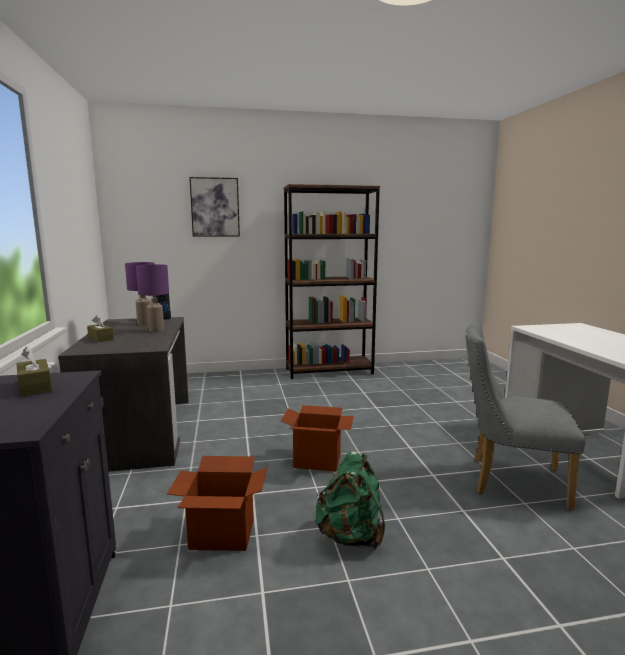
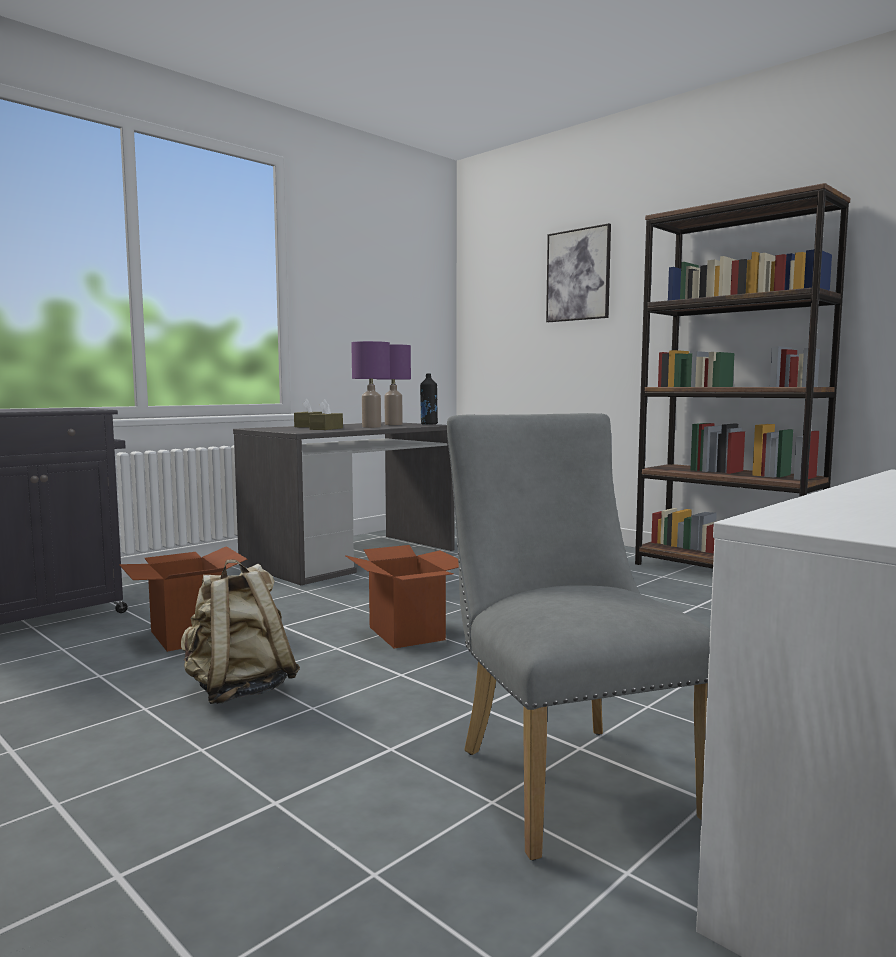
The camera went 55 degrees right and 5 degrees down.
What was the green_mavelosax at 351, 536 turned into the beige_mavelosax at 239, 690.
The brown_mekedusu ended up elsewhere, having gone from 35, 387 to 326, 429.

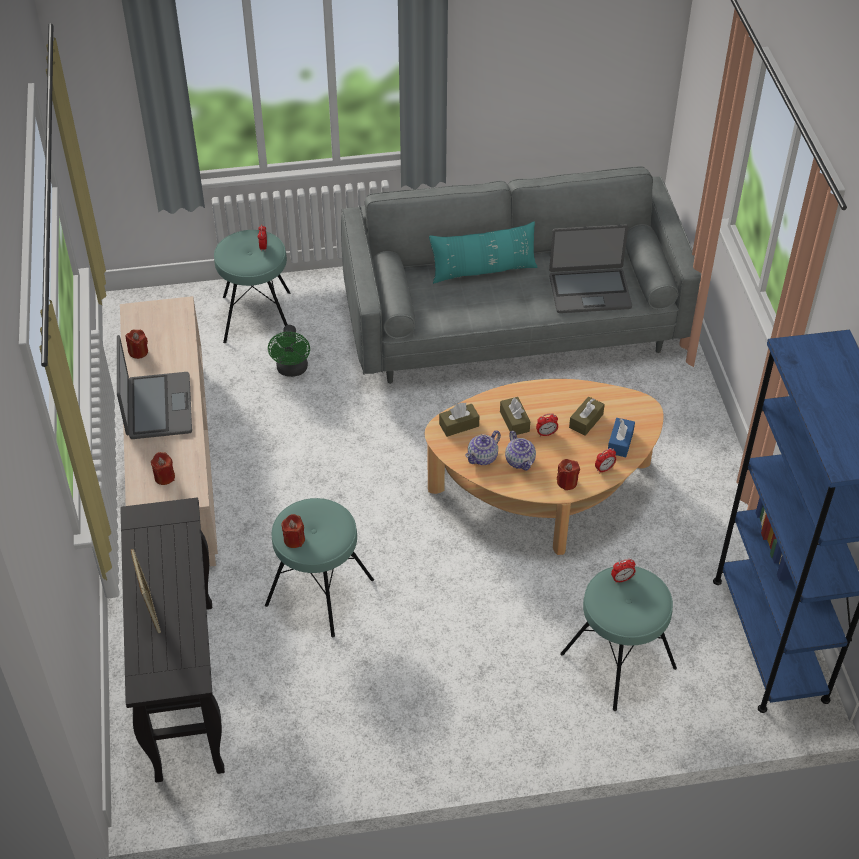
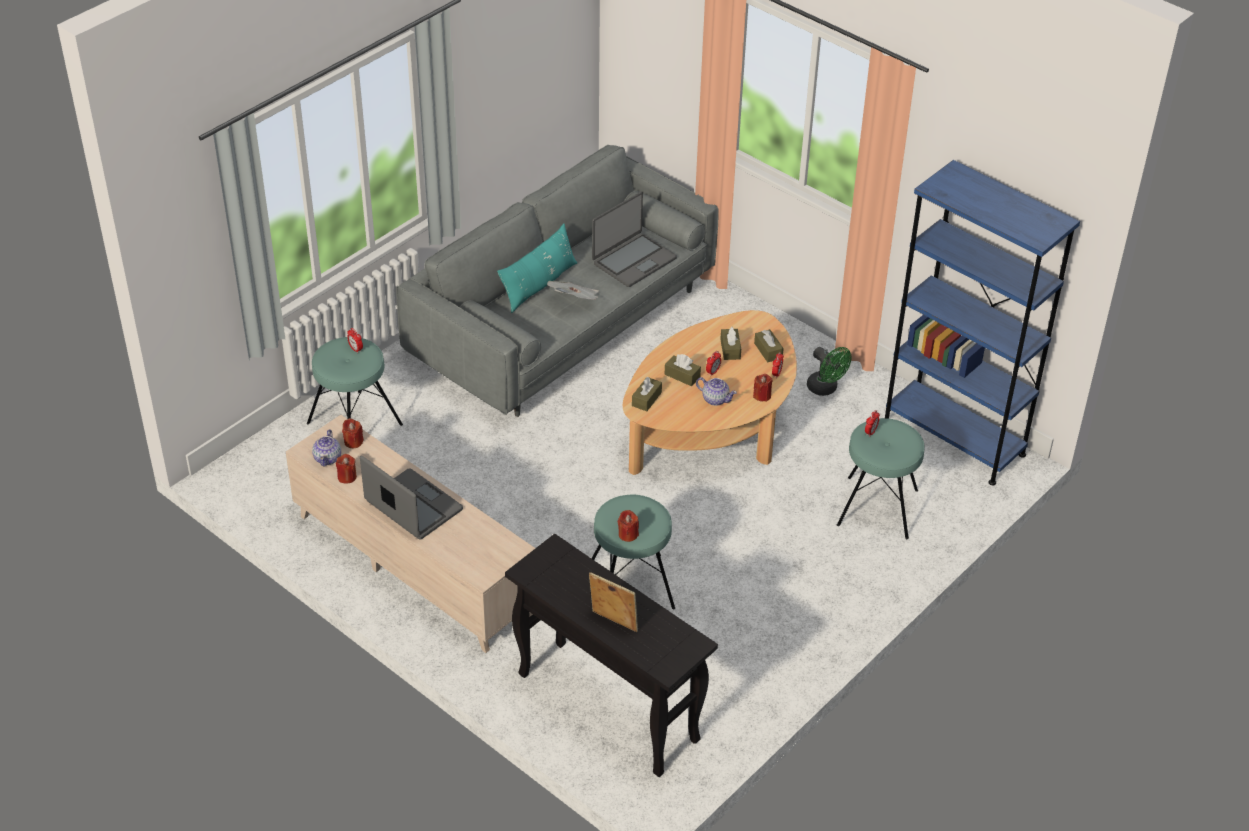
The camera went 40 degrees left and 5 degrees down.
The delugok ended up elsewhere, having gone from 483, 457 to 328, 458.
The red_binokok ended up elsewhere, having gone from 164, 477 to 353, 442.
The second view gained the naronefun at 575, 301.
What was the blue_mekedusu at 620, 442 turned into the brown_mekedusu at 768, 351.
The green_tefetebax ended up elsewhere, having gone from 292, 370 to 826, 389.

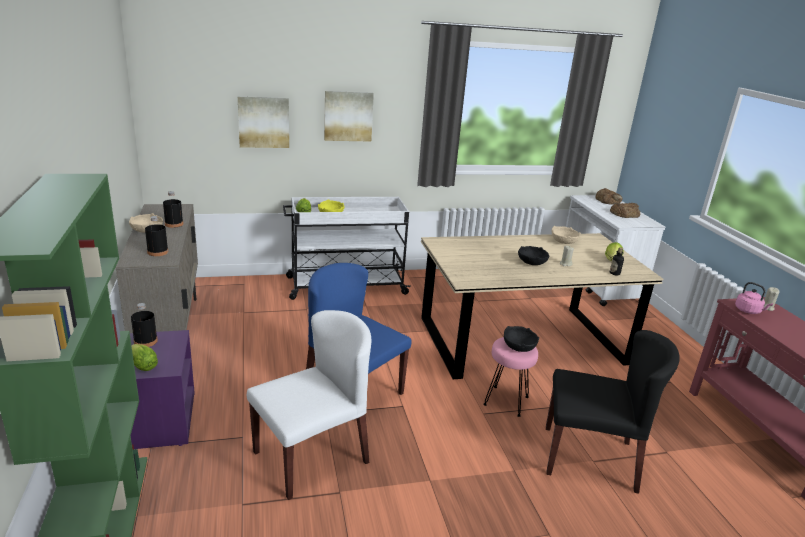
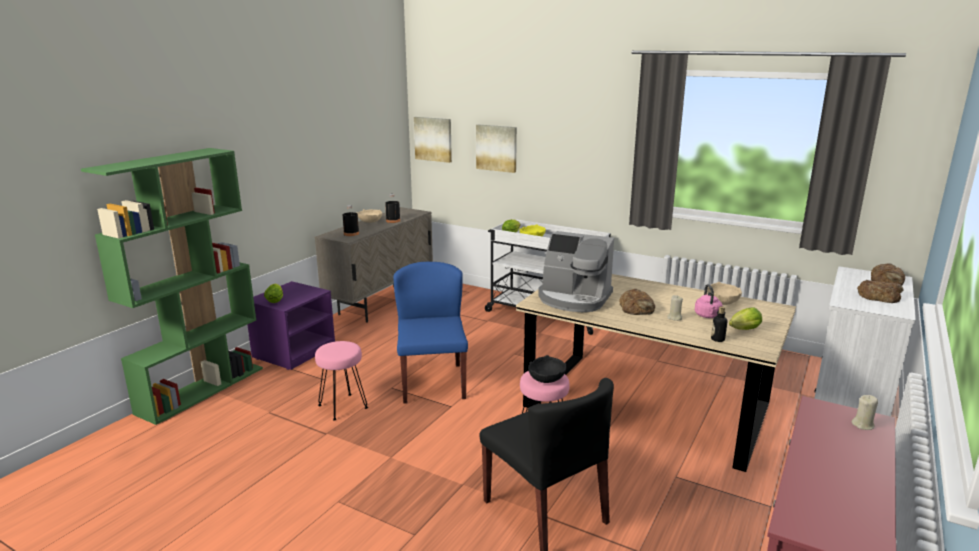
The camera went 45 degrees right and 5 degrees down.
Where the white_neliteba stood at 311, 456, the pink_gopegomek came to stand at 343, 407.
The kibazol ended up elsewhere, having gone from 348, 116 to 433, 139.
The second view gained the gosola at 574, 299.
Where the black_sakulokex stood at 532, 263, the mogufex came to stand at 637, 308.
The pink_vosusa ended up elsewhere, having gone from 749, 311 to 707, 316.
The second view lost the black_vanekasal at 145, 341.

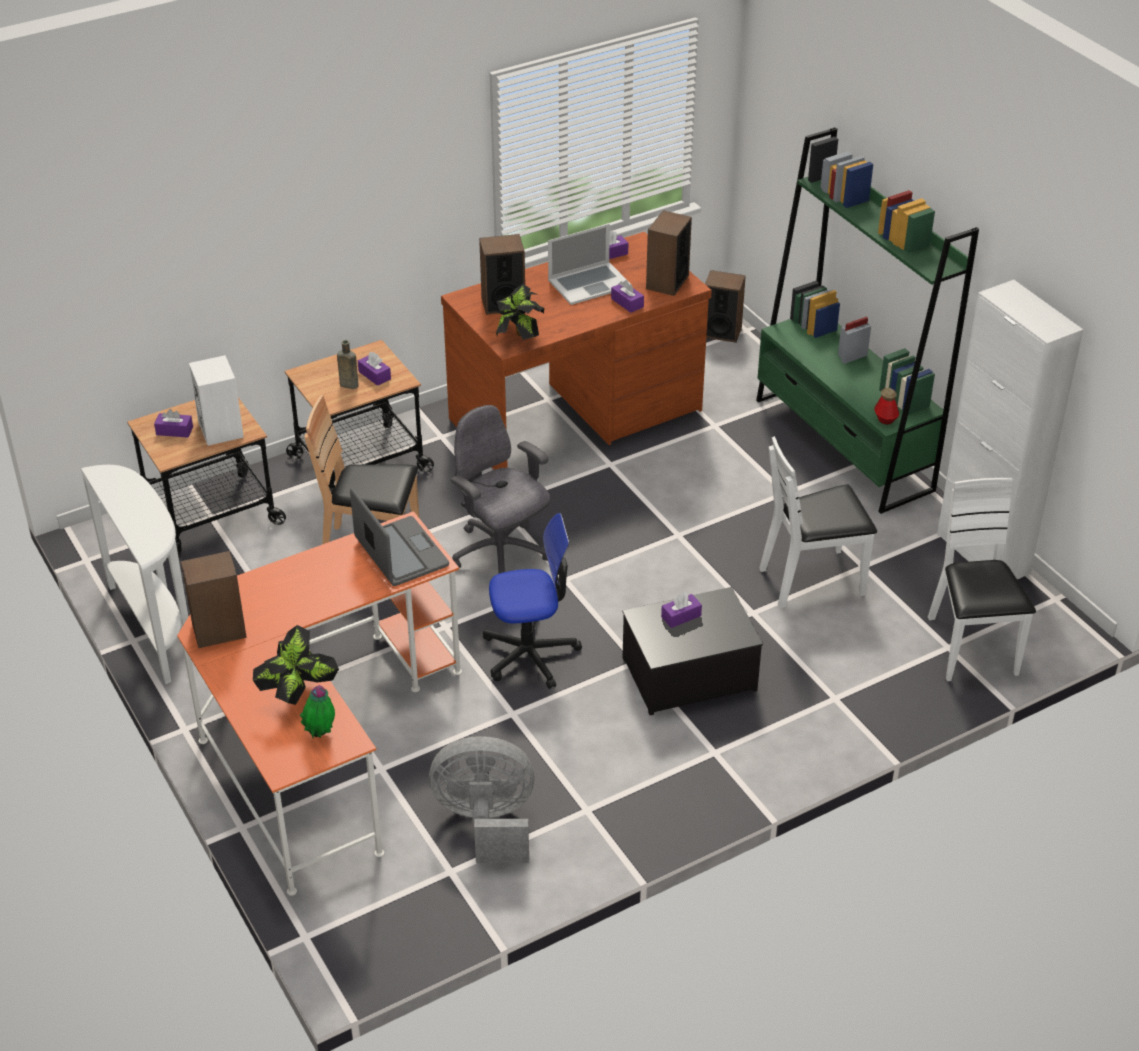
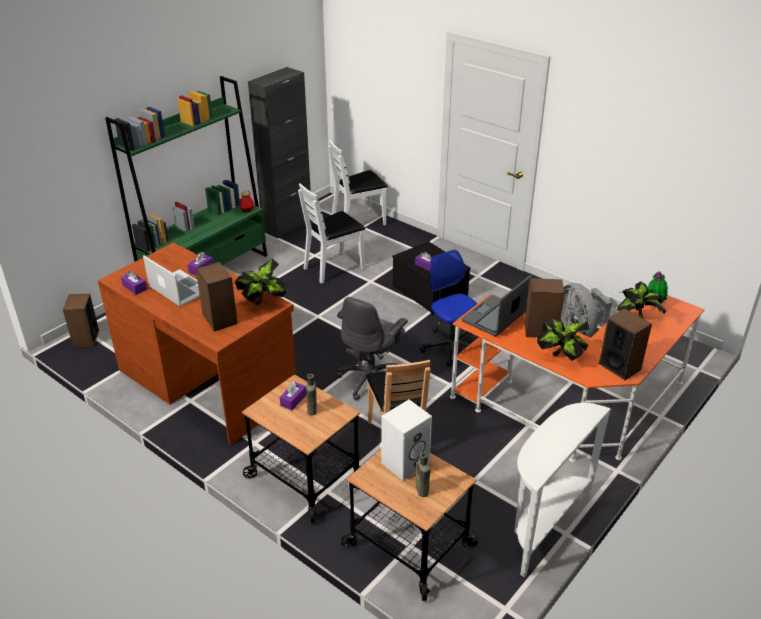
The camera went 110 degrees left and 5 degrees down.
What was the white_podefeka at 982, 554 turned into the black_podefeka at 287, 225.
The white_neliteba at 812, 580 ended up facing another way, 90 degrees clockwise from before.
Where the purple_mekedusu stood at 174, 431, the brown_vanekasal came to stand at 422, 491.
The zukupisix ended up elsewhere, having gone from 667, 282 to 540, 330.
The second view gained the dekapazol at 560, 357.

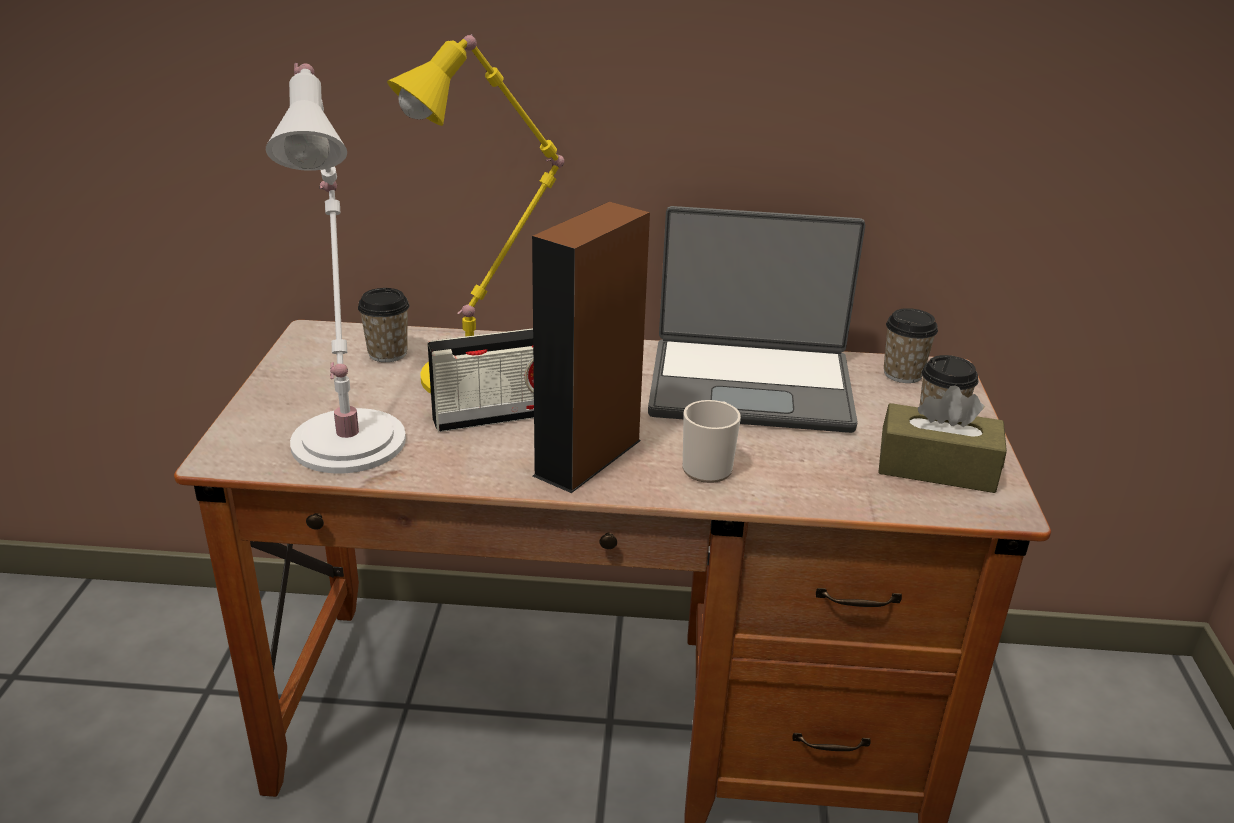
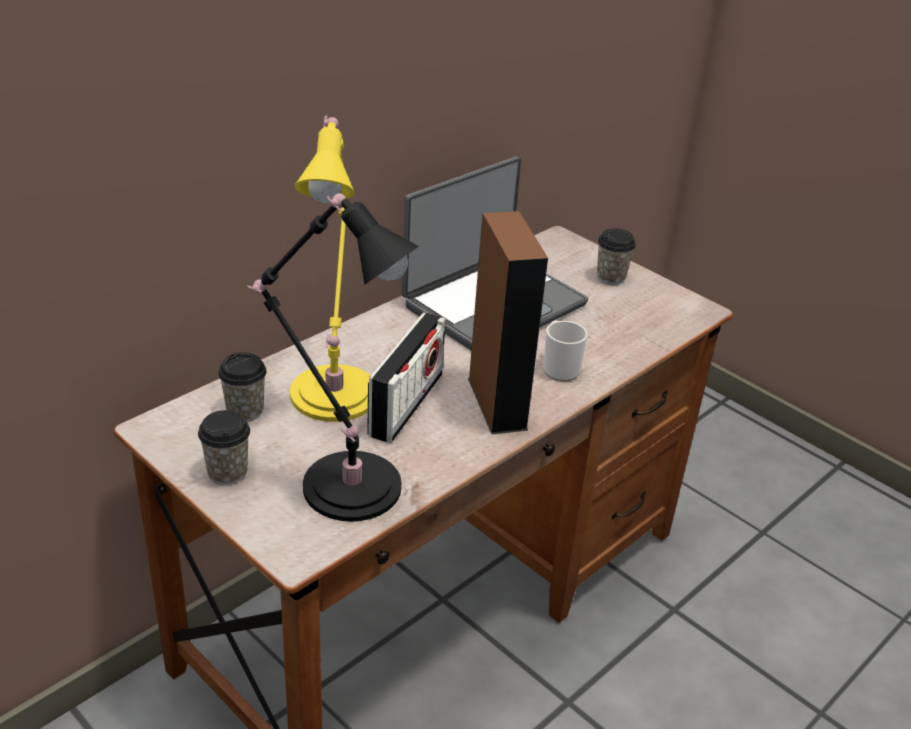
The camera went 50 degrees left and 5 degrees up.
The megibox ended up elsewhere, having gone from 902, 374 to 227, 472.
What was the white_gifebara at 350, 436 turned into the black_gifebara at 345, 483.
The second view lost the brown_mekedusu at 936, 467.

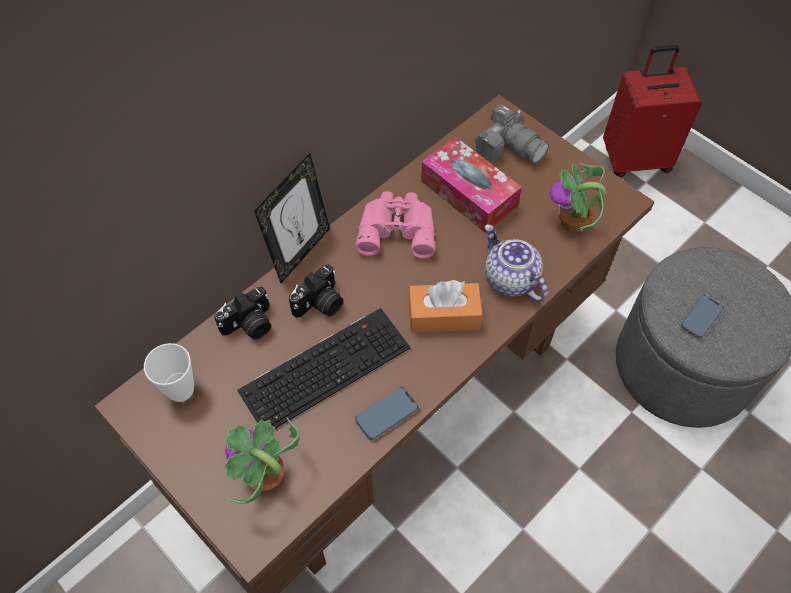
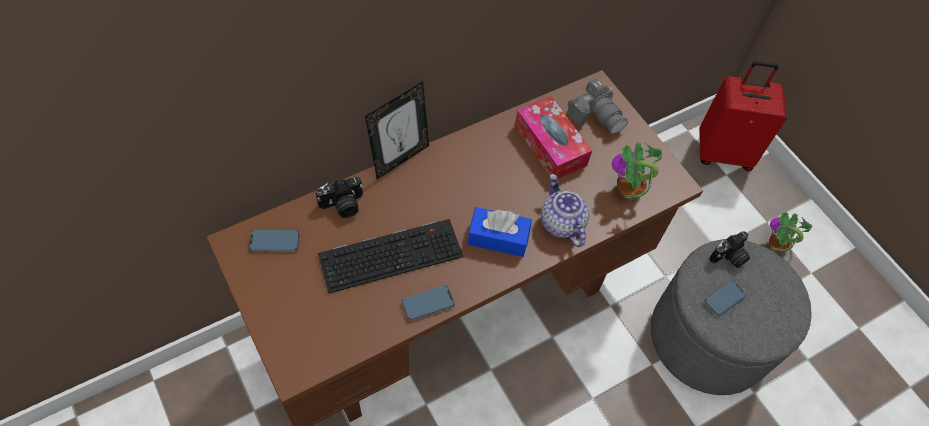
The camera went 10 degrees right and 0 degrees up.
Where the megibox stood at 181, 390, the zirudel came to stand at 275, 242.
What was the orange_mekedusu at 443, 315 turned into the blue_mekedusu at 498, 238.
The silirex ended up elsewhere, having gone from 320, 304 to 729, 257.
The dekapazol ended up elsewhere, having gone from 266, 478 to 776, 247.
The second view lost the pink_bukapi at 396, 228.

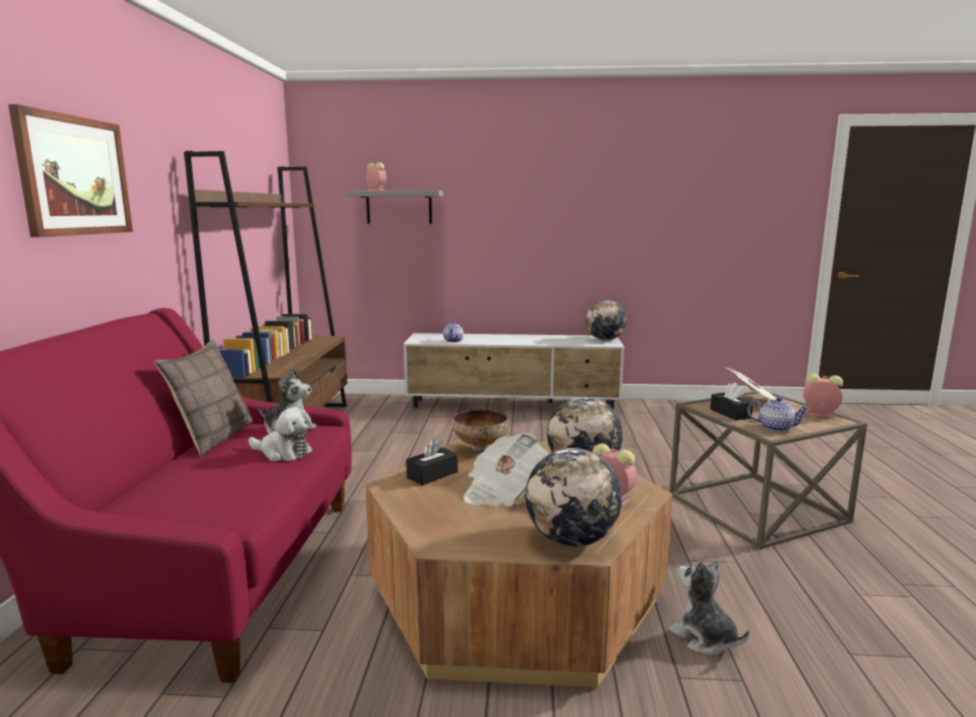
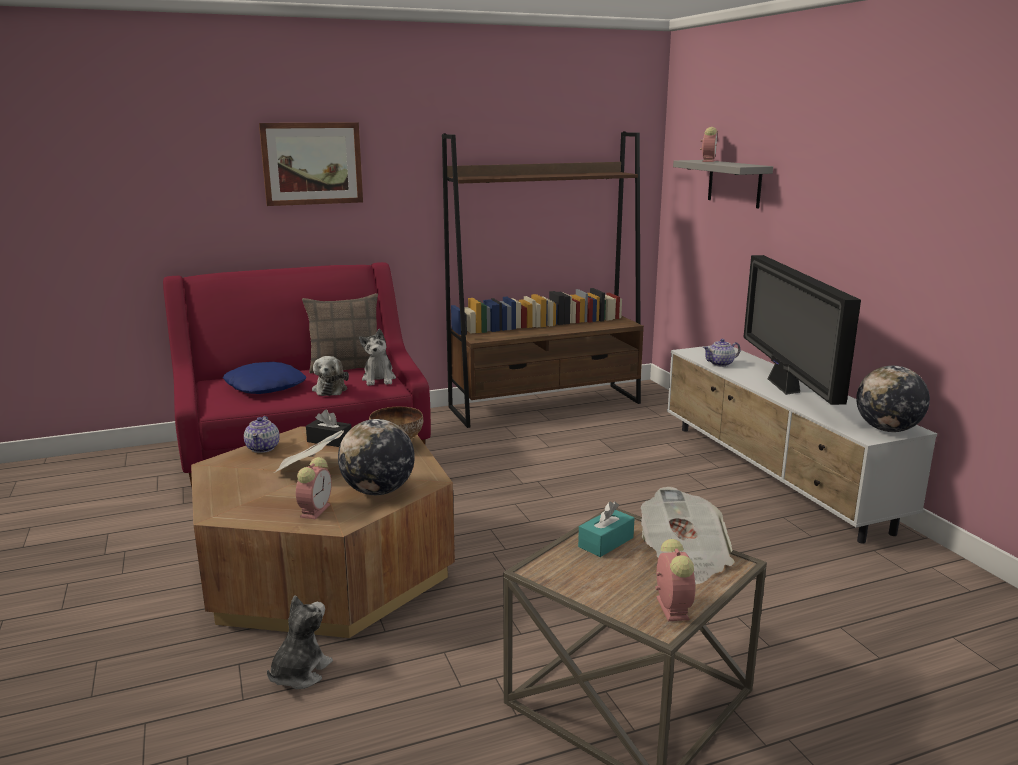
The camera went 65 degrees right and 5 degrees up.
The second view gained the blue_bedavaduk at 265, 386.
The delugok ended up elsewhere, having gone from 775, 427 to 263, 448.
What was the black_mekedusu at 730, 413 turned into the turquoise_mekedusu at 606, 542.
The second view gained the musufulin at 784, 387.
The second view lost the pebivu at 572, 540.

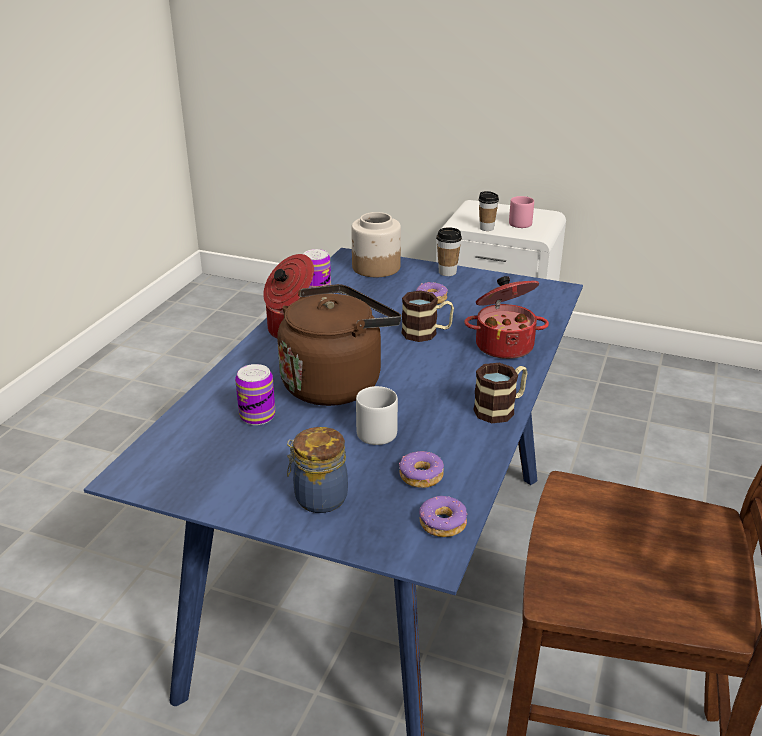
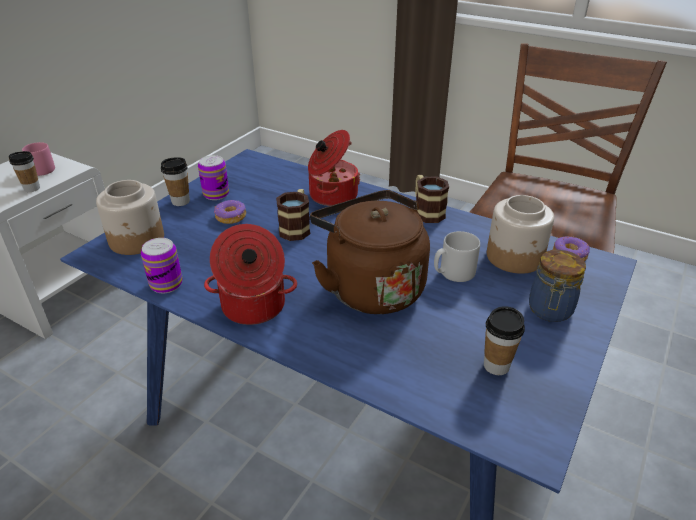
The camera went 80 degrees left and 5 degrees up.
The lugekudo ended up elsewhere, having gone from 257, 416 to 216, 194.
The second view gained the megibox at 496, 366.
Where the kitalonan stood at 421, 476, the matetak came to stand at 515, 257.

